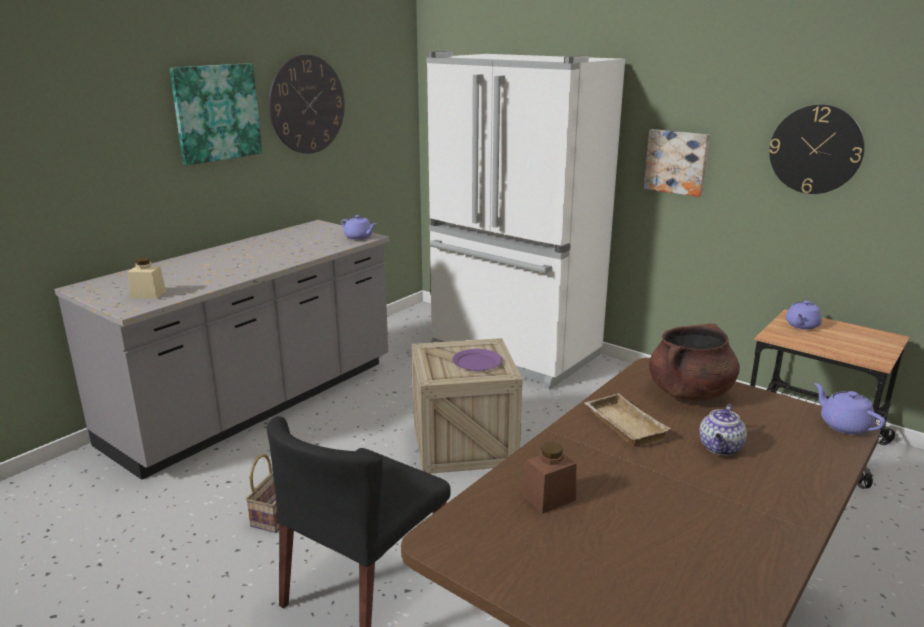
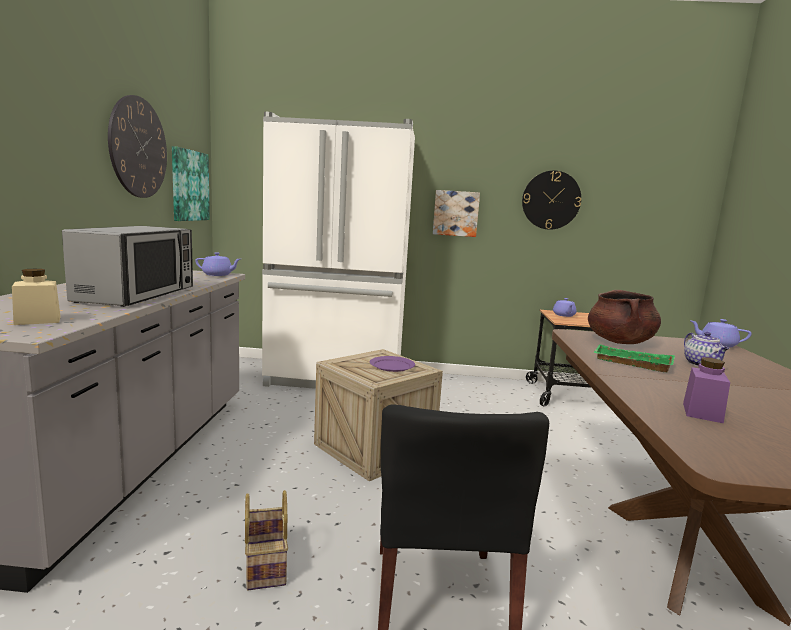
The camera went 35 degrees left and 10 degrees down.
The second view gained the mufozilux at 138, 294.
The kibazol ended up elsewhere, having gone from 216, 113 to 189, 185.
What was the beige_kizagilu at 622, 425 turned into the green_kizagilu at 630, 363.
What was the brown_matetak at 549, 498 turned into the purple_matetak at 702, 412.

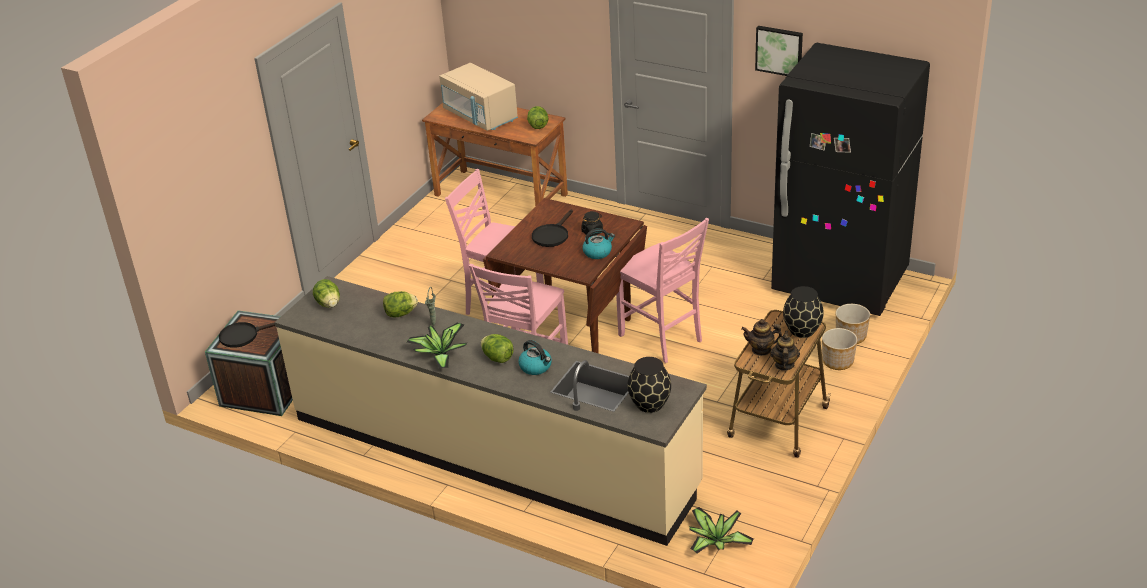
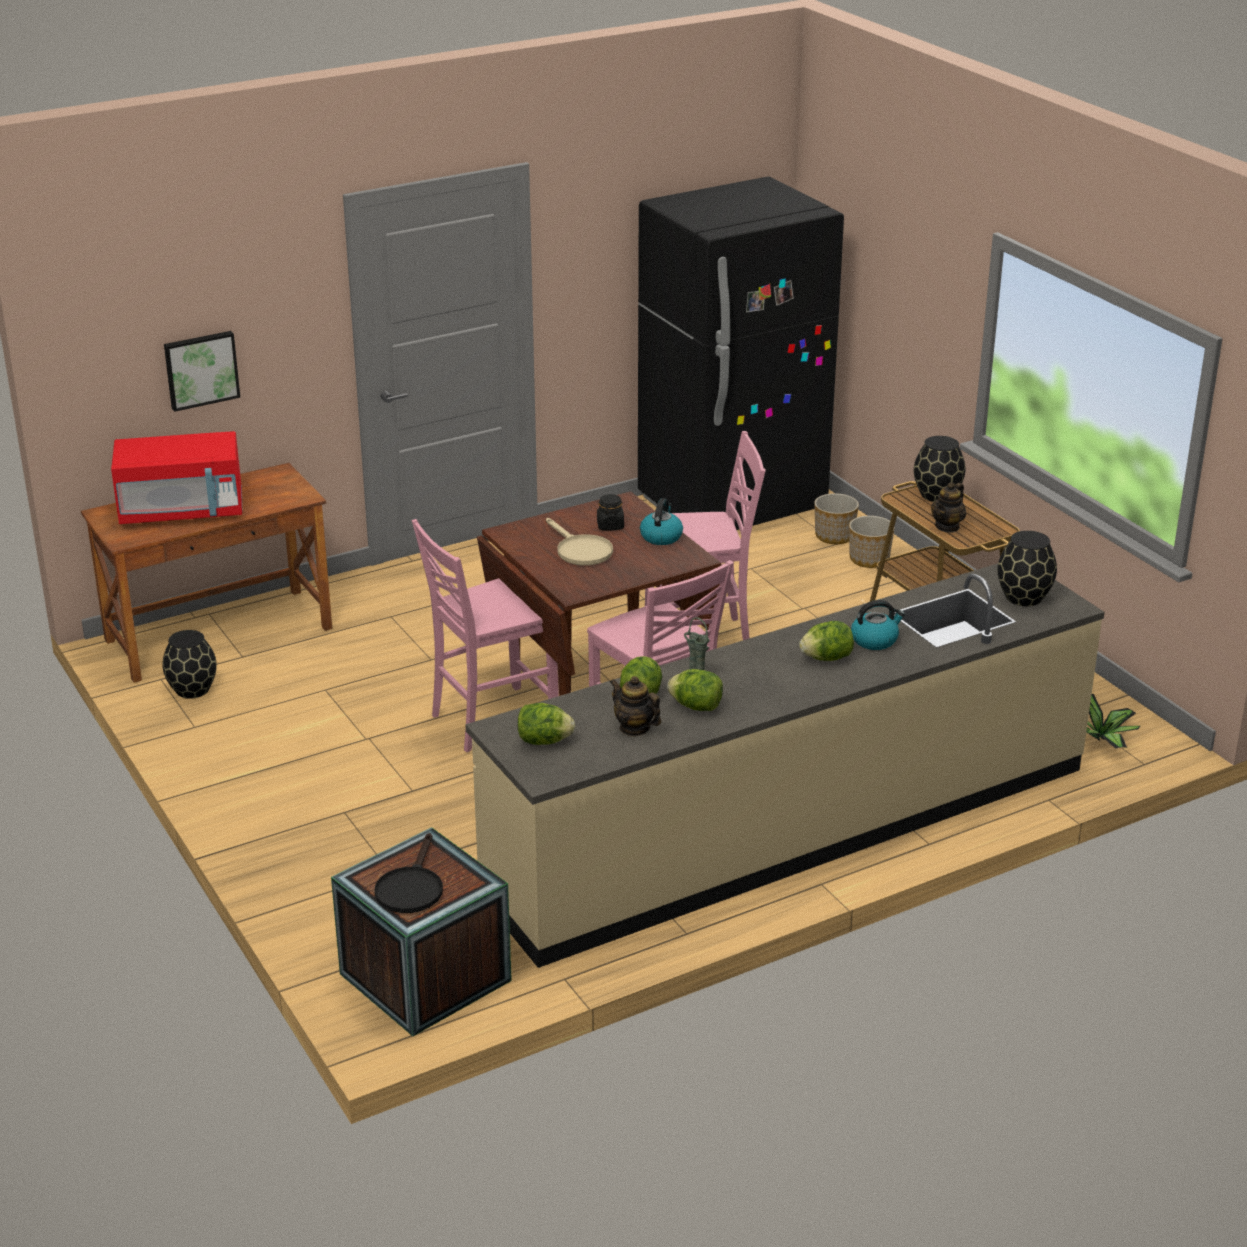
The camera went 60 degrees left and 5 degrees down.
What was the beige_mufozilux at 480, 116 turned into the red_mufozilux at 182, 511.
The second view gained the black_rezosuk at 192, 689.
The kibazol ended up elsewhere, having gone from 779, 50 to 201, 369.
What was the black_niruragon at 552, 235 turned into the beige_niruragon at 580, 550.
The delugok ended up elsewhere, having gone from 784, 365 to 634, 728.
The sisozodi ended up elsewhere, having gone from 538, 126 to 696, 707.
The second view lost the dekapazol at 440, 354.

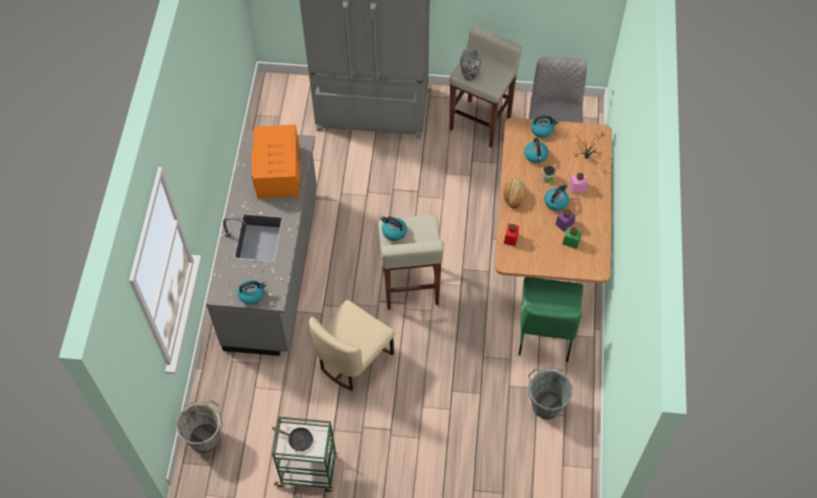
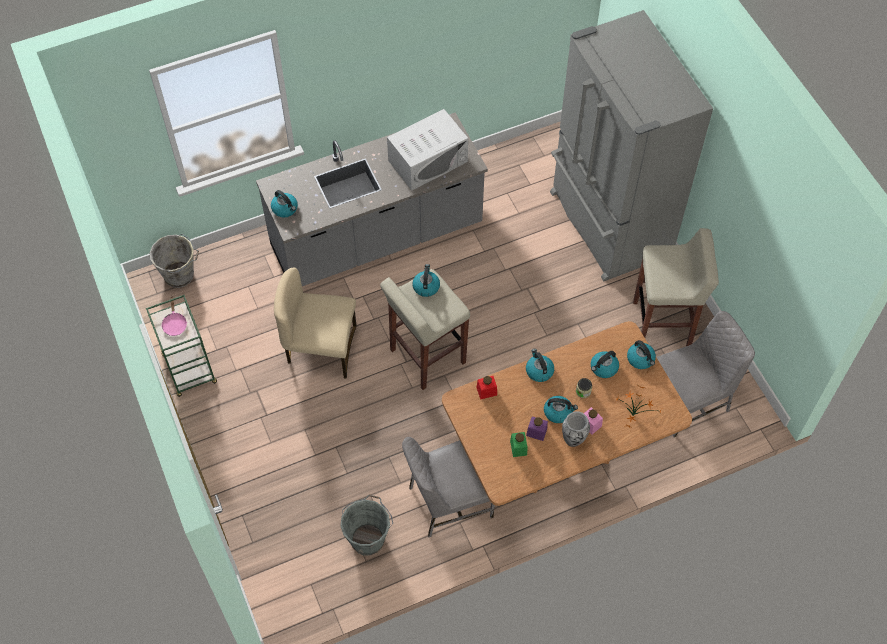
The camera went 60 degrees right and 0 degrees up.
What was the black_niruragon at 297, 440 turned into the pink_niruragon at 174, 324.
What was the orange_mufozilux at 278, 171 turned into the white_mufozilux at 428, 161.
What was the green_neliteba at 545, 333 turned into the grey_neliteba at 448, 501.
Where the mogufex stood at 513, 196, the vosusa came to stand at 539, 371.
The rezosuk ended up elsewhere, having gone from 469, 75 to 573, 440.

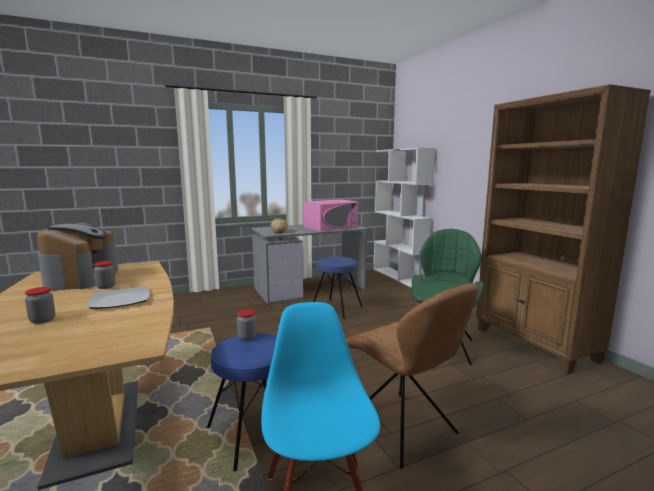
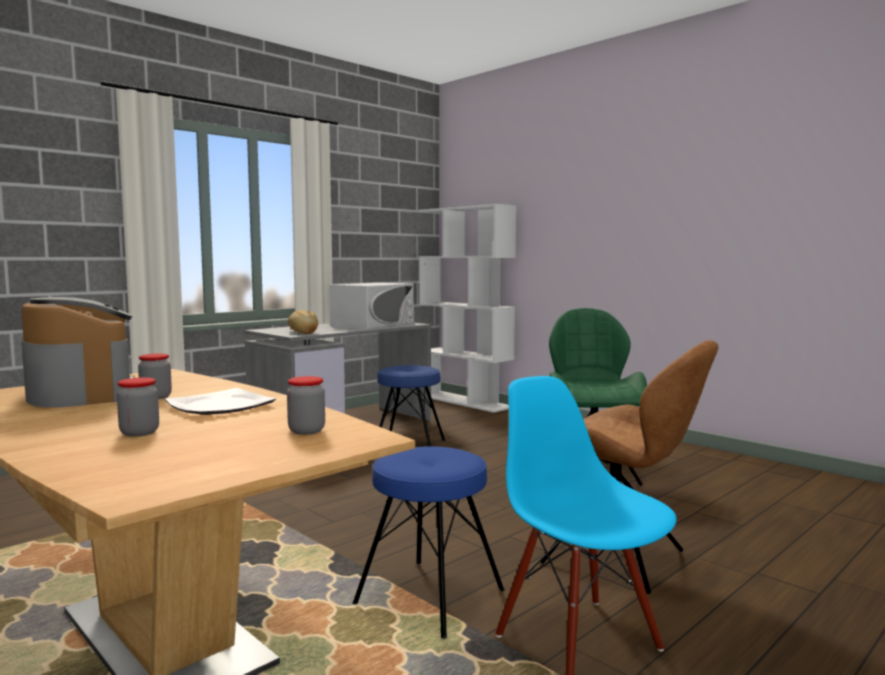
The camera went 20 degrees left and 5 degrees down.
The matetak ended up elsewhere, having gone from 247, 337 to 306, 431.
What was the pink_mufozilux at 330, 227 turned into the white_mufozilux at 373, 324.
The second view lost the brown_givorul at 535, 345.

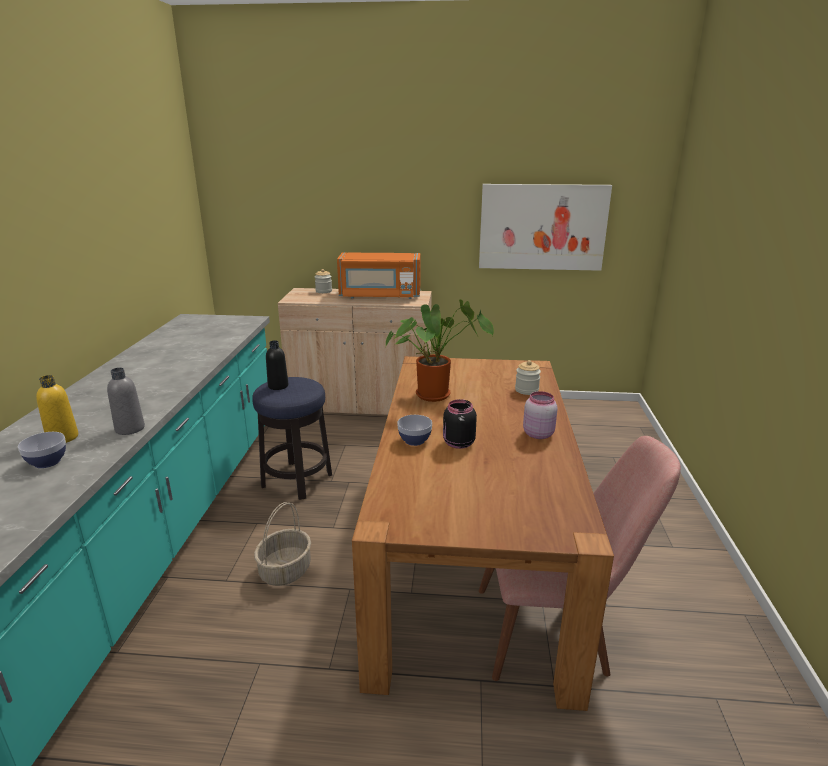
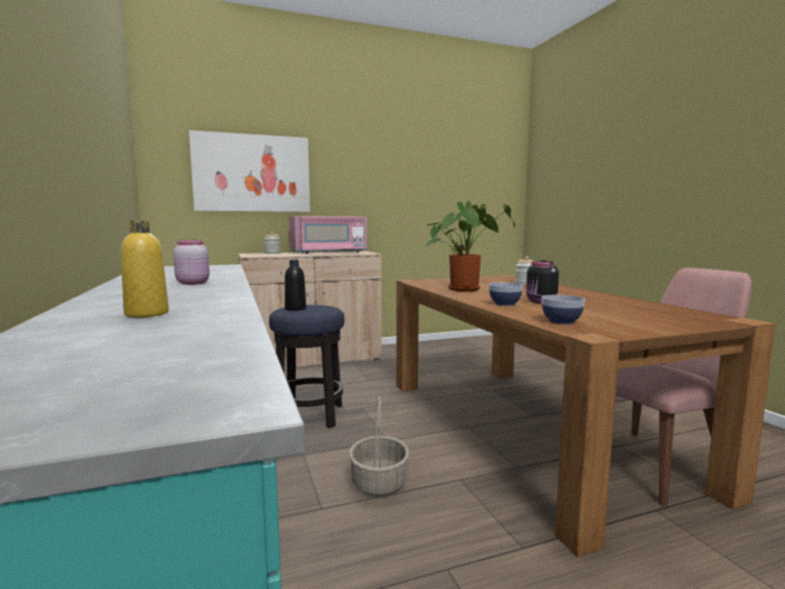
The camera went 25 degrees left and 15 degrees down.
The pink_matetak ended up elsewhere, having gone from 538, 434 to 193, 283.
The kibazol ended up elsewhere, having gone from 542, 227 to 252, 173.
What was the orange_mufozilux at 380, 296 turned into the pink_mufozilux at 329, 252.
The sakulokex ended up elsewhere, having gone from 47, 462 to 561, 321.
The second view lost the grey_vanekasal at 130, 429.

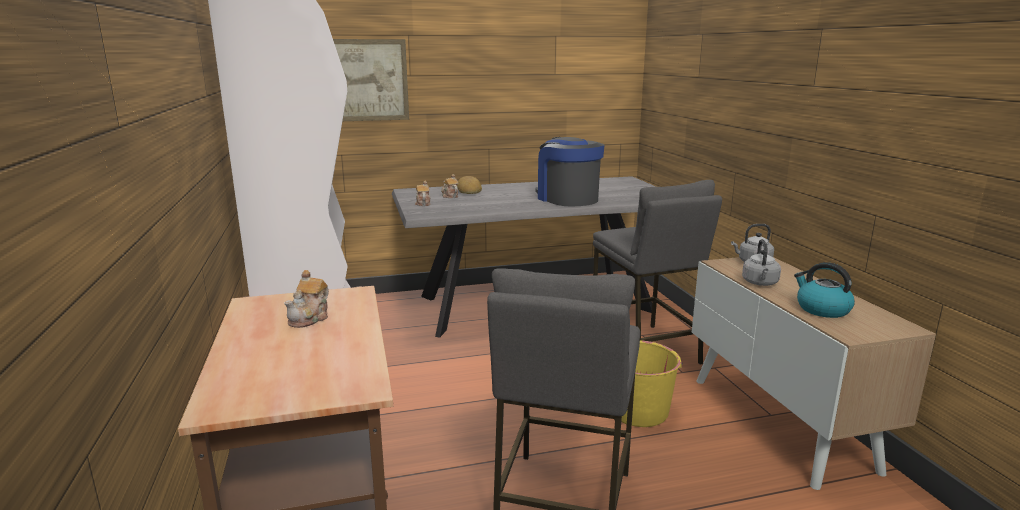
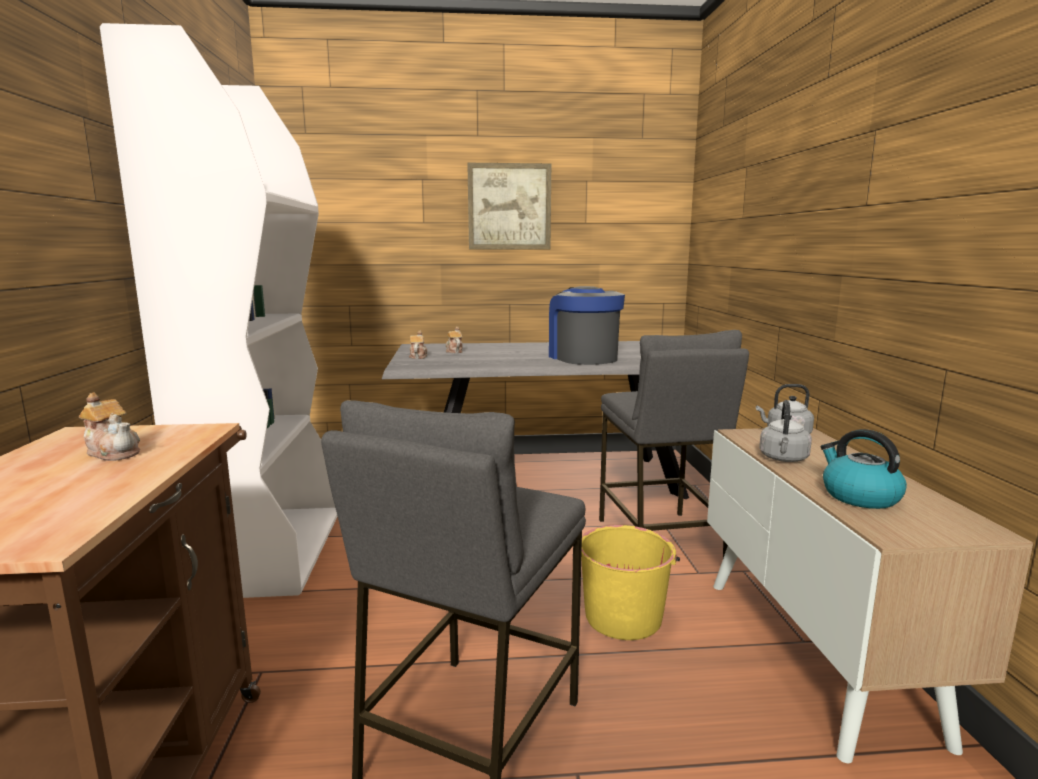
The camera went 10 degrees right and 5 degrees down.
The delugok at 310, 318 ended up facing another way, 90 degrees counterclockwise from before.
The kibazol ended up elsewhere, having gone from 367, 80 to 509, 207.
The second view lost the mogufex at 469, 190.

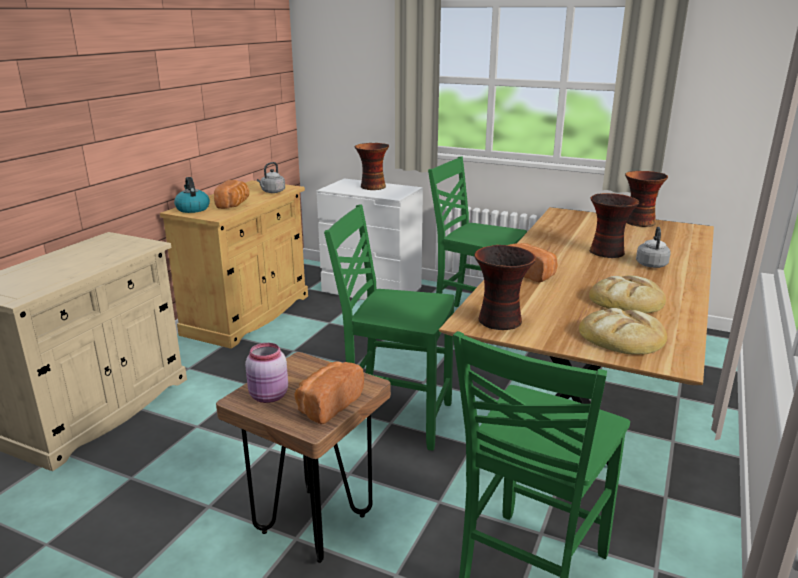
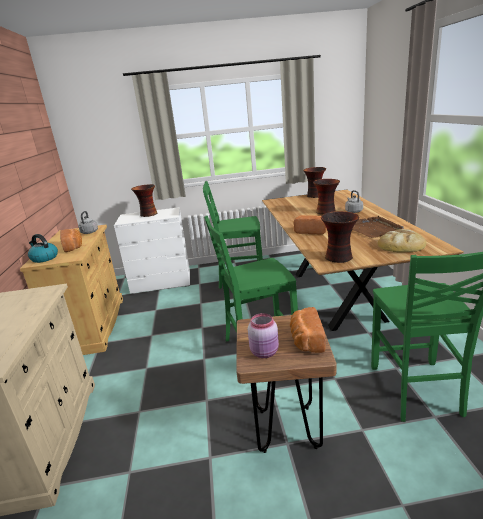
The camera went 30 degrees left and 0 degrees up.
Where the mogufex stood at 627, 300, the brown_kizagilu came to stand at 373, 229.

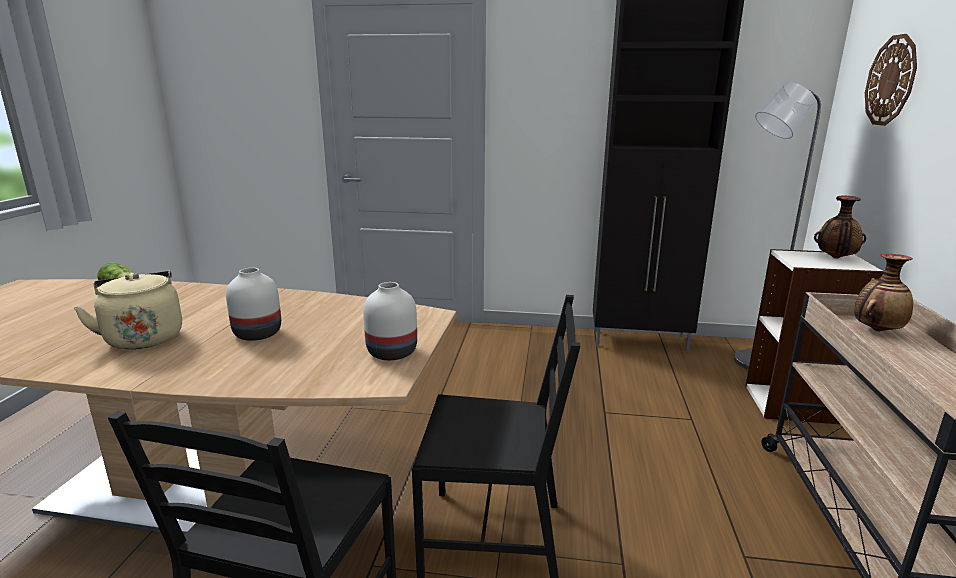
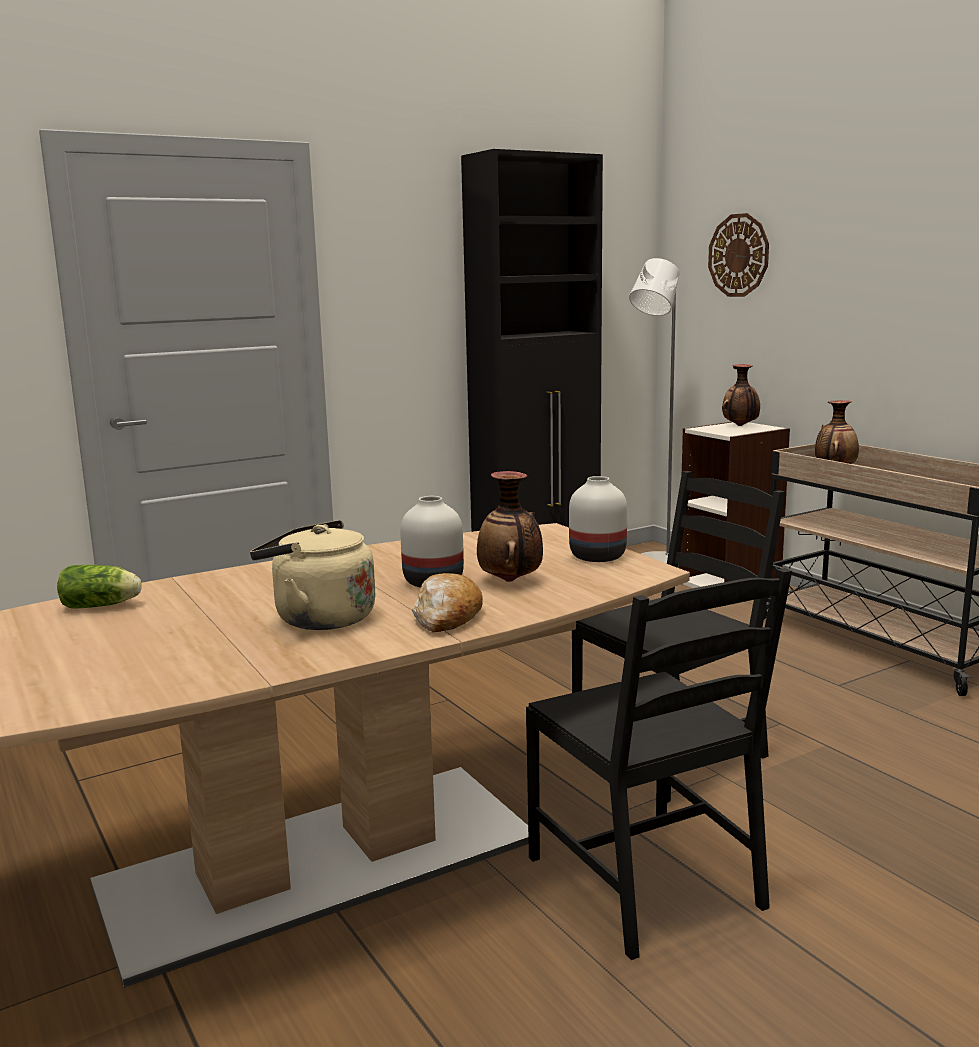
The camera went 40 degrees left and 5 degrees down.
The second view gained the mogufex at 447, 617.
The second view gained the rezosuk at 511, 581.

